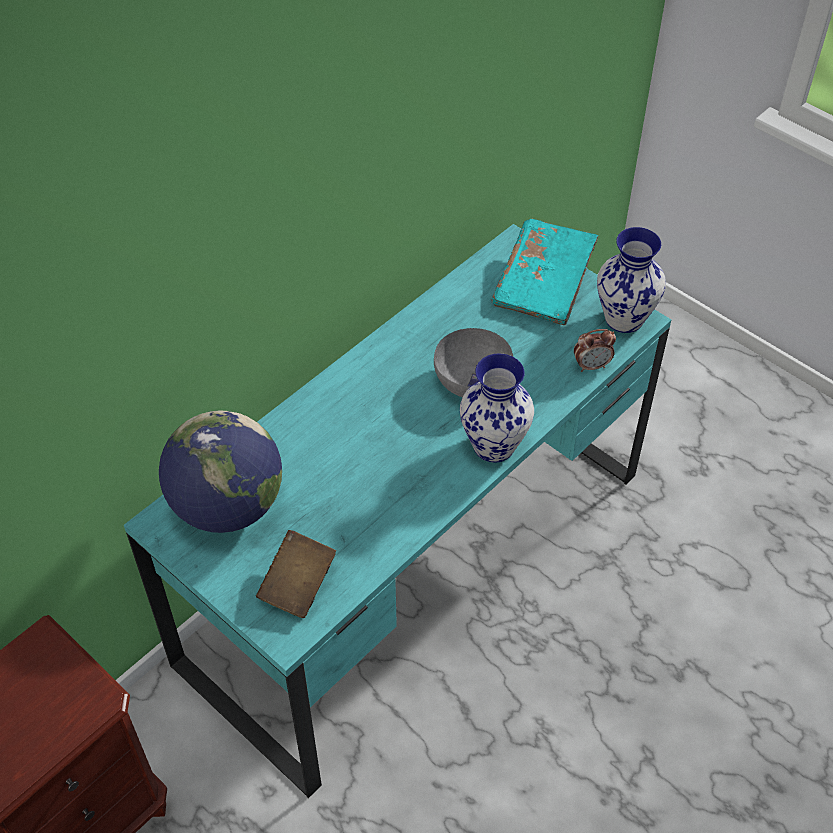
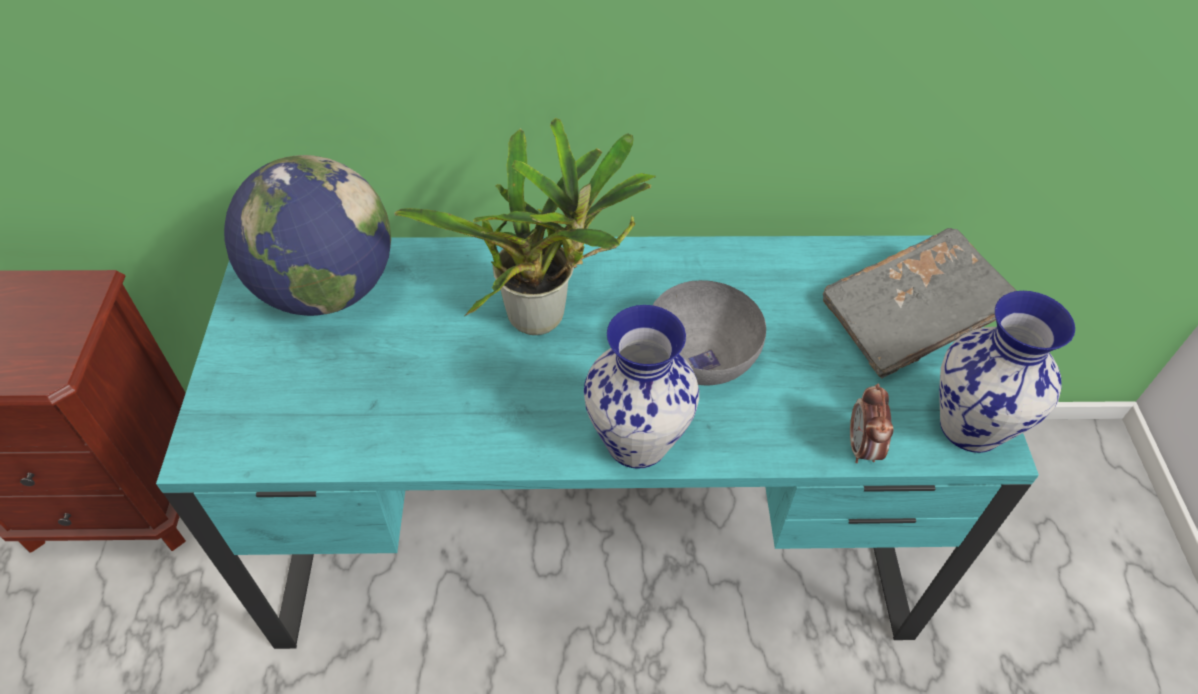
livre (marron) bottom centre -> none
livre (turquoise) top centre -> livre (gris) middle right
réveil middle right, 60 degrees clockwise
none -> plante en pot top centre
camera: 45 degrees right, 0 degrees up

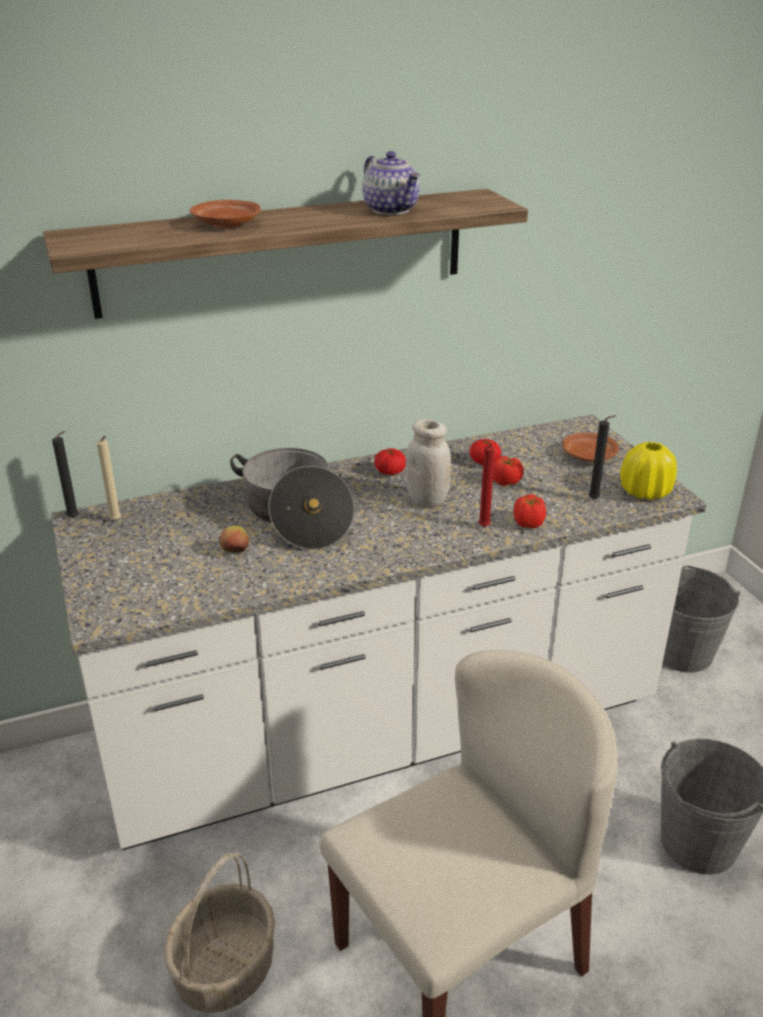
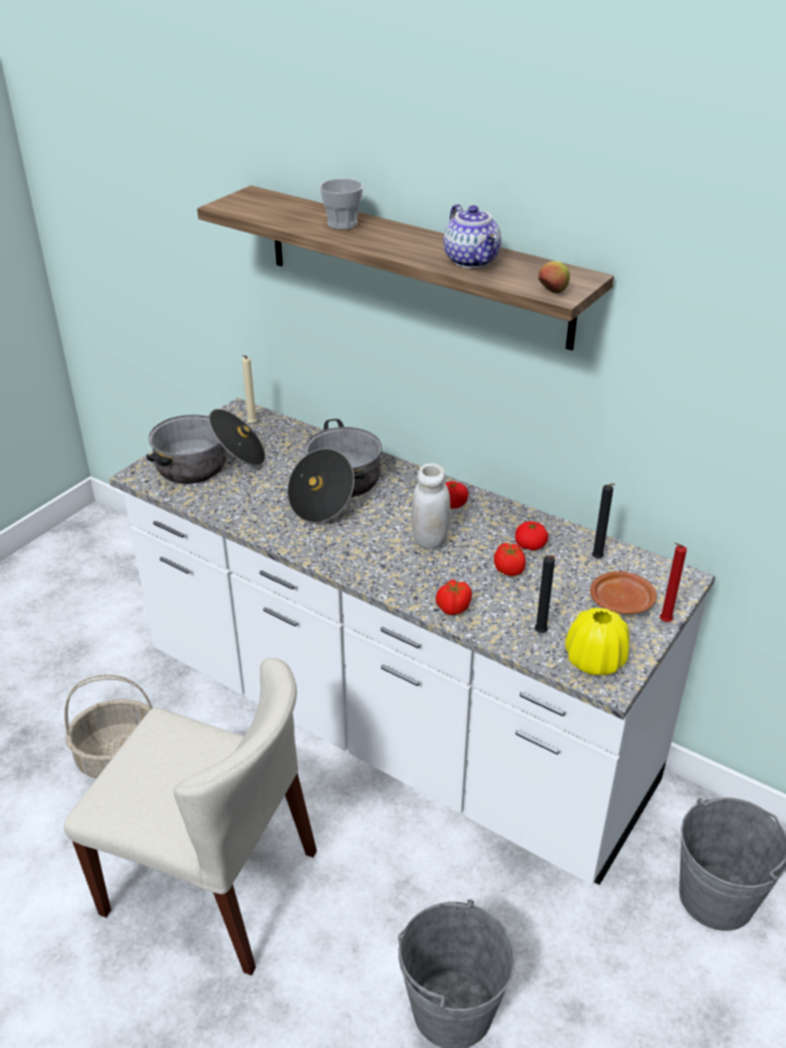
bougie (noir) (1st from left in the first image) middle left -> bougie (noir) (2nd from left) middle right, moved
assiette (marron) (1st from left) top left -> tasse top centre
pomme middle left -> pomme top right, moved
théière top centre, 45 degrees counterclockwise
bougie (rouge) centre -> bougie (rouge) middle right, moved
none -> marmite (1st from left) middle left
camera: 55 degrees right, 5 degrees up

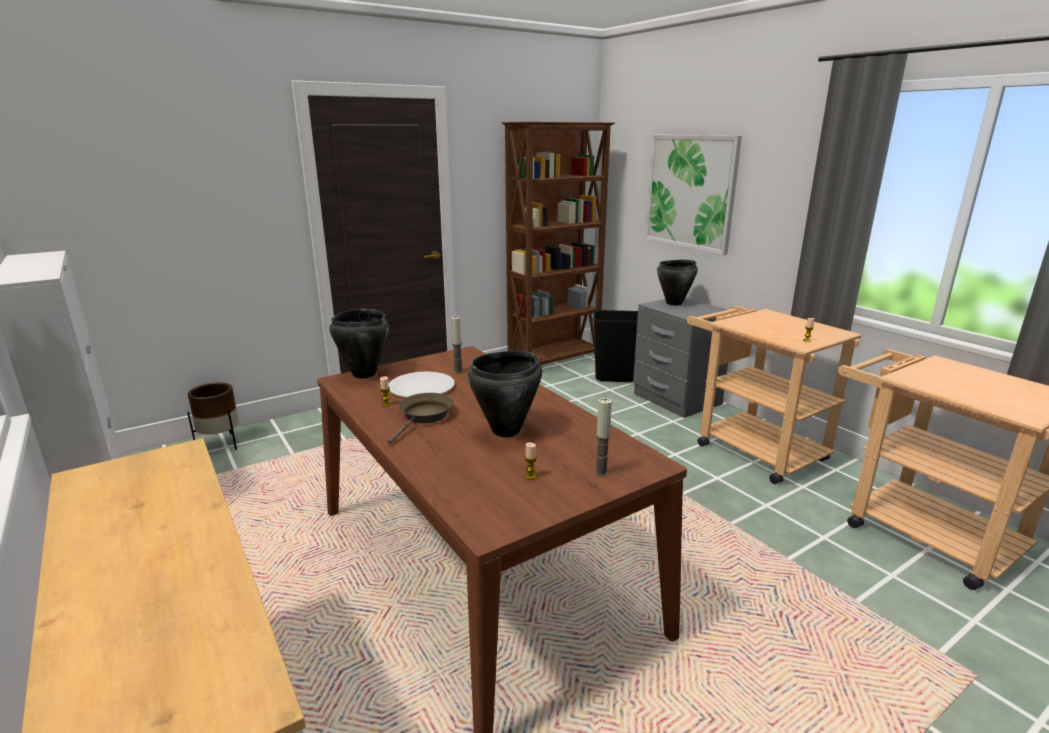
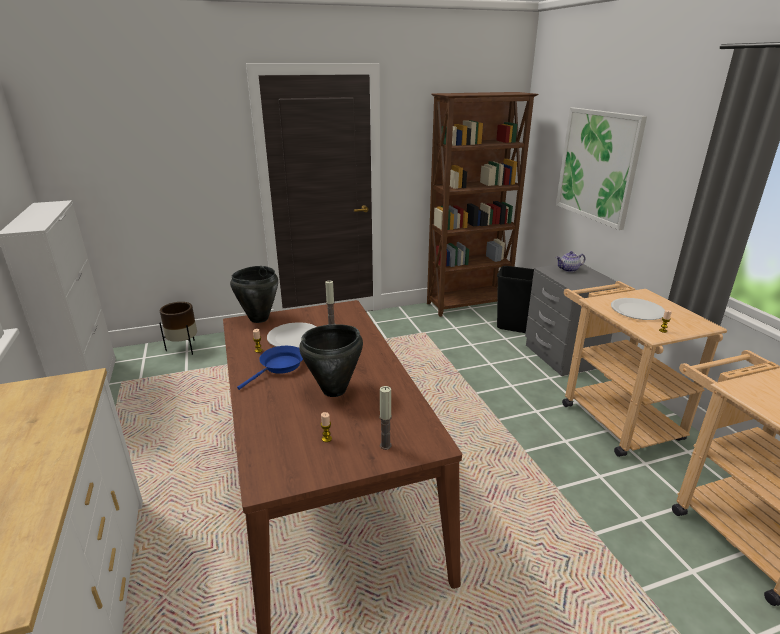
poêle (marron) centre -> poêle (bleu) centre
marmite (noir) (3rd from left) centre -> théière middle right
none -> assiette (blanc) (2nd from left) middle right
camera: 15 degrees right, 5 degrees up

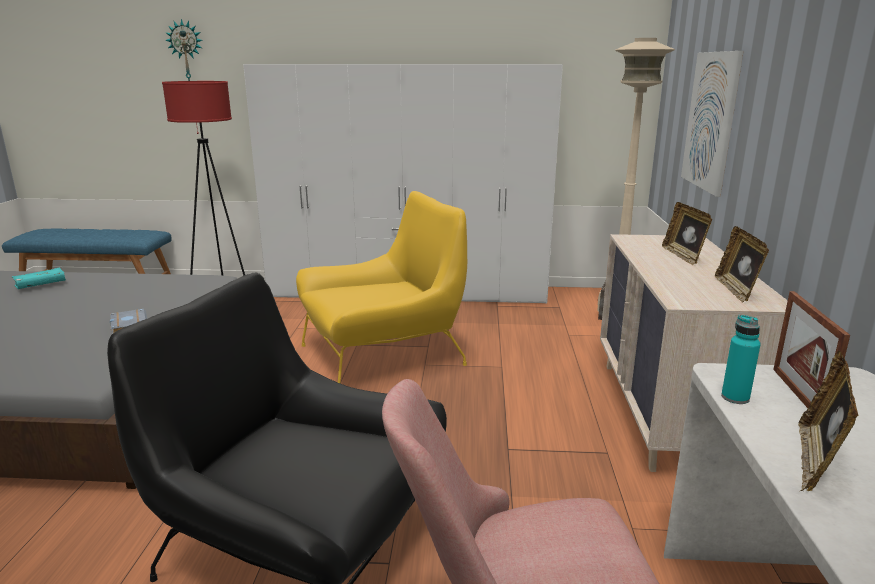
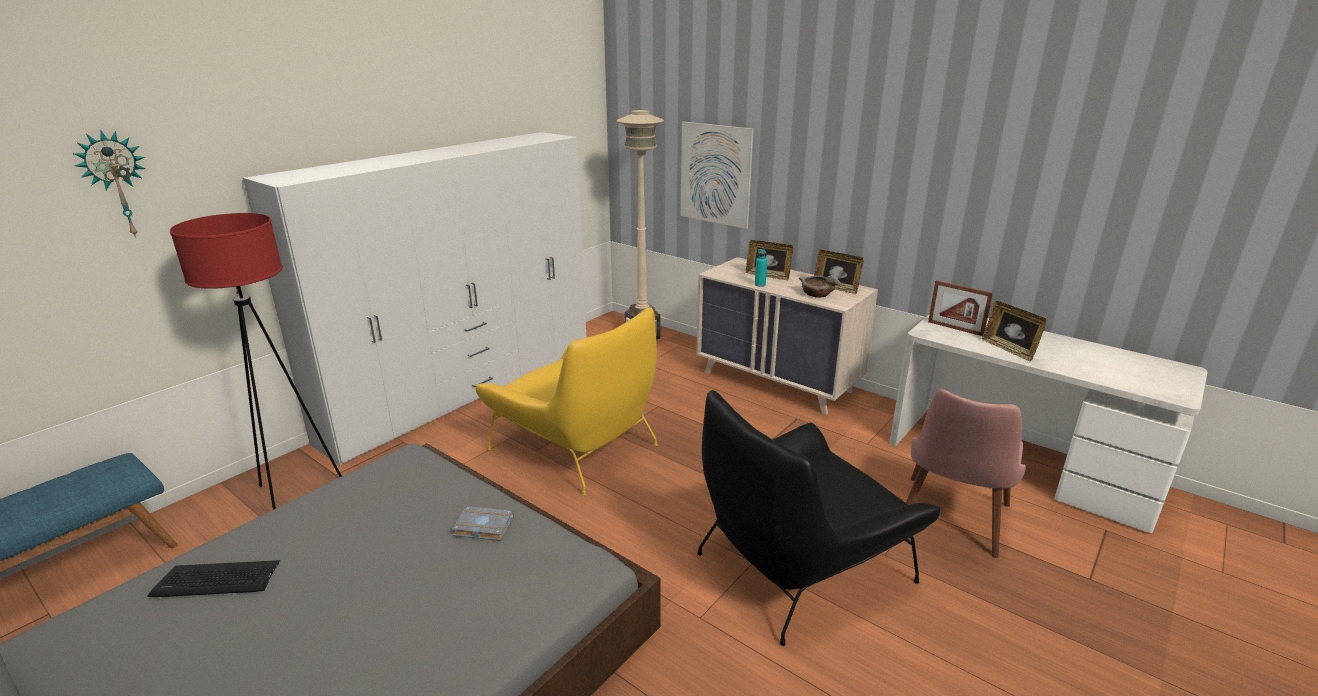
livre (turquoise) middle left -> clavier bottom left
fauteuil (jaune) centre, 120 degrees clockwise
bouteille (turquoise) middle right -> bouteille (turquoise) centre, moved
none -> bol (gris) centre
camera: 55 degrees left, 5 degrees up

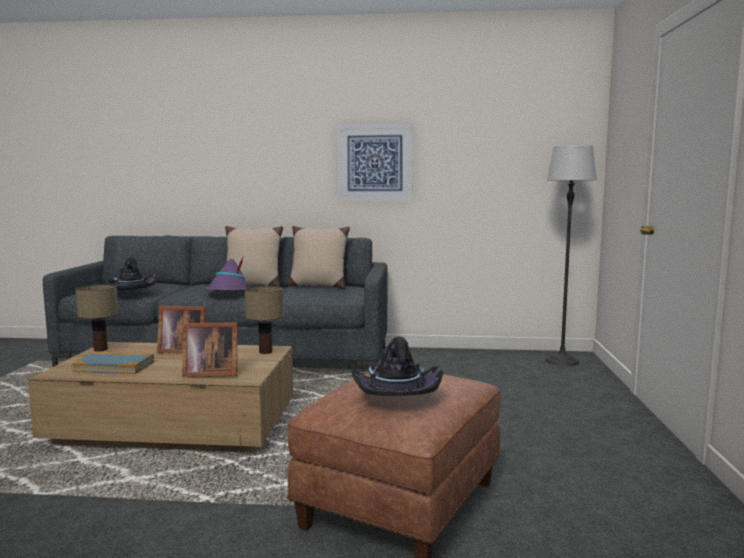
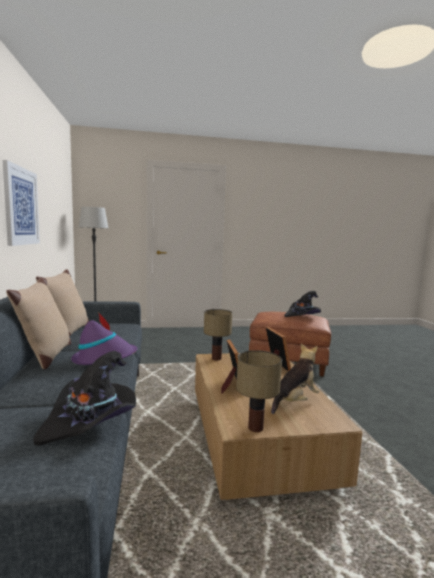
livre middle left -> peluche middle right
camera: 105 degrees left, 0 degrees up

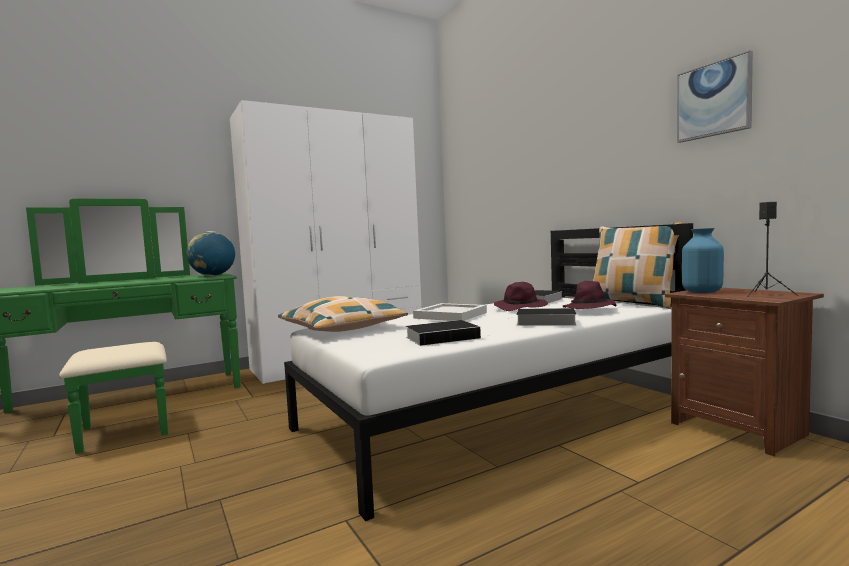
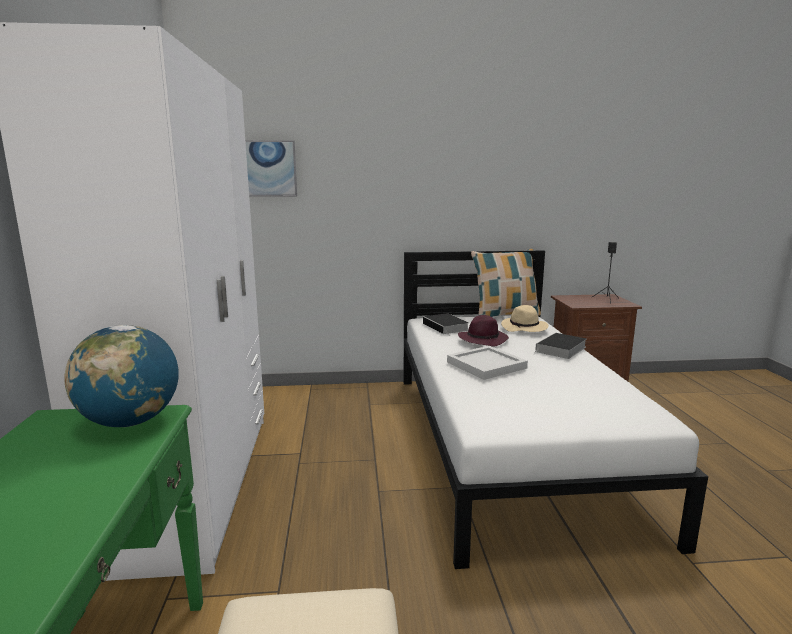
coussin (1st from left) centre -> none
livre (1st from left) centre -> none
chapeau (violet) (2nd from left) middle right -> chapeau (beige) centre
tableau top right -> tableau top centre, moved
vase (bleu) middle right -> none
camera: 65 degrees left, 10 degrees up

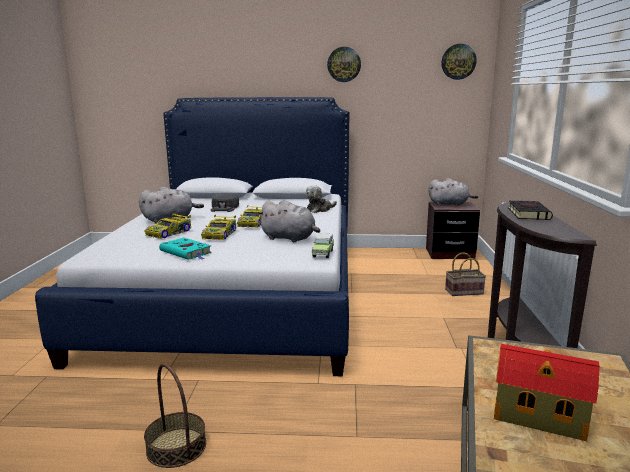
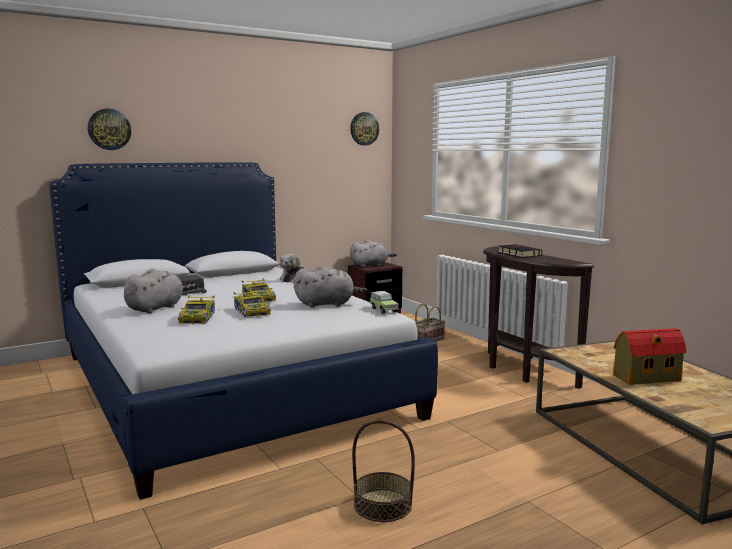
livre (turquoise) middle left -> none
horloge murale (1st from left) top centre -> horloge murale (1st from left) top left, moved
camera: 35 degrees left, 5 degrees down

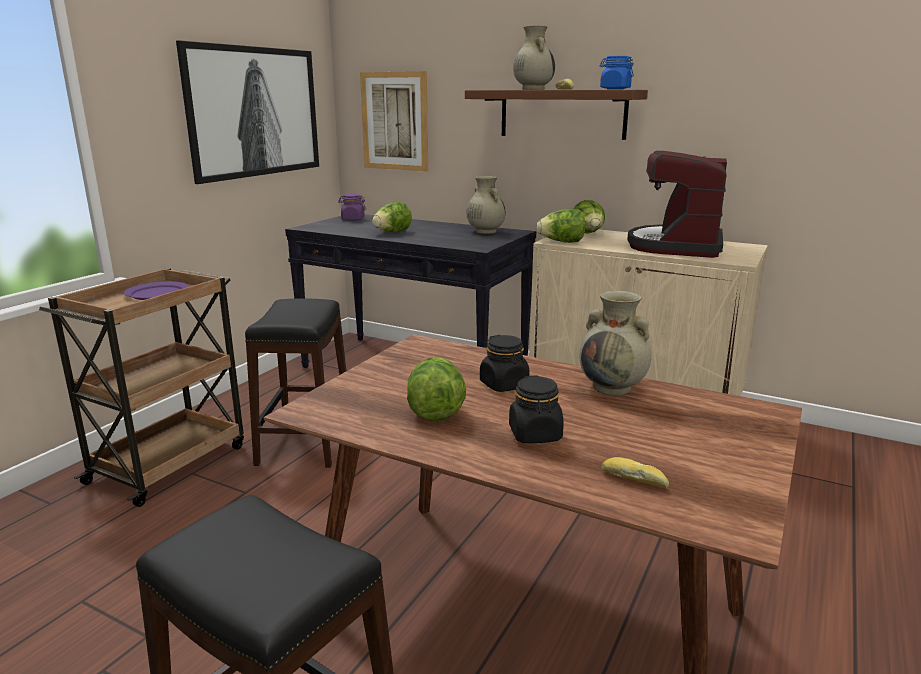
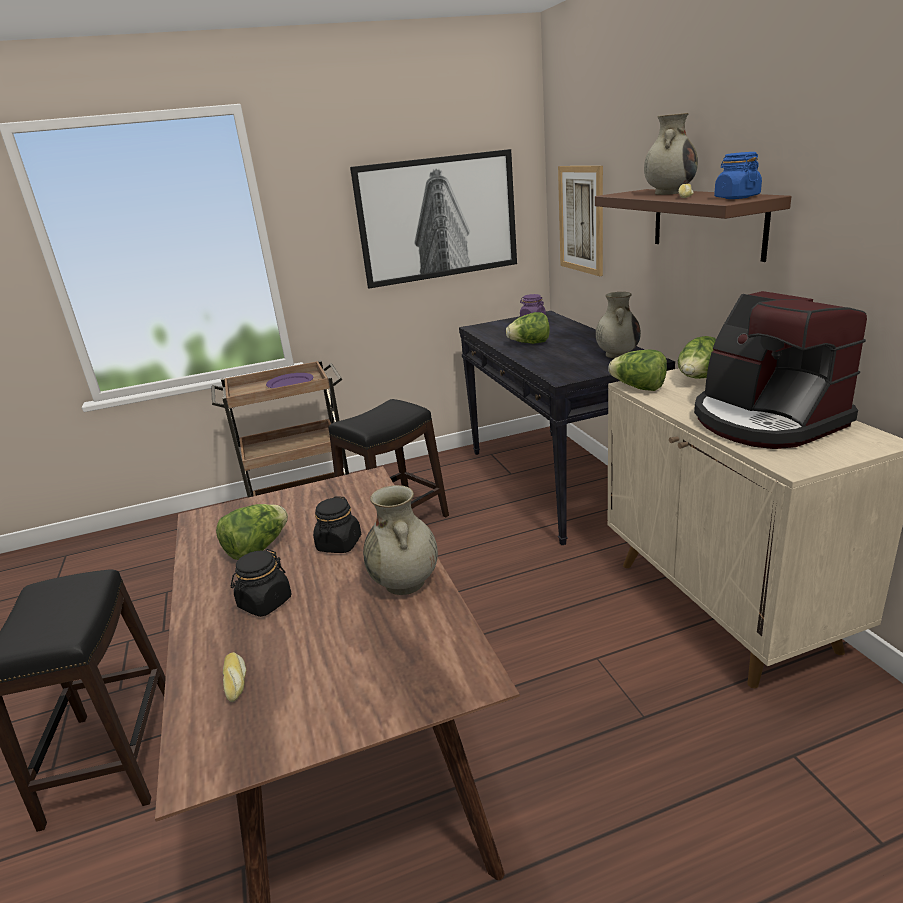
machine à café top right -> machine à café middle right, 90 degrees counterclockwise
camera: 45 degrees right, 5 degrees up

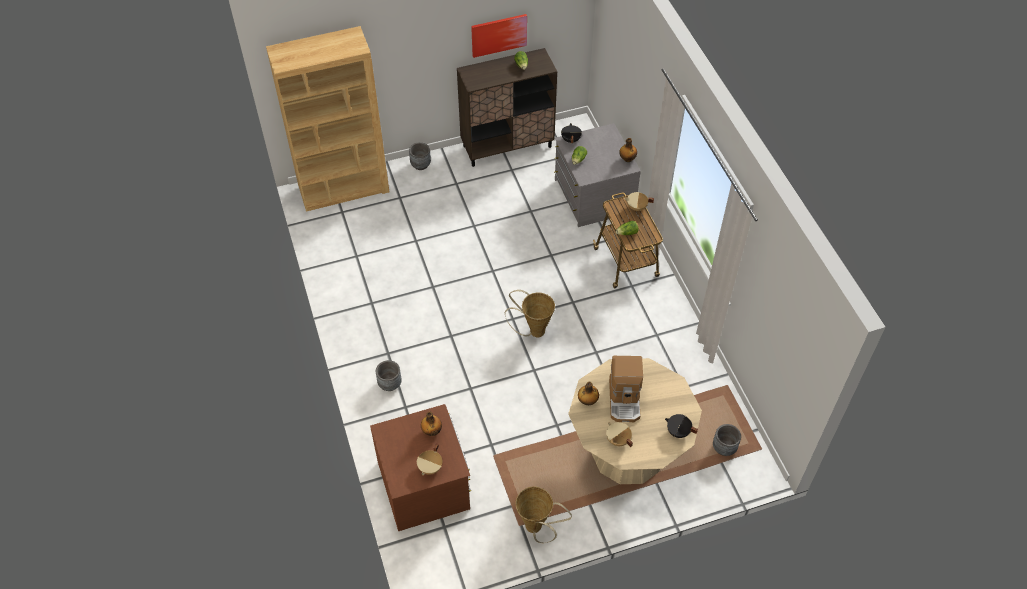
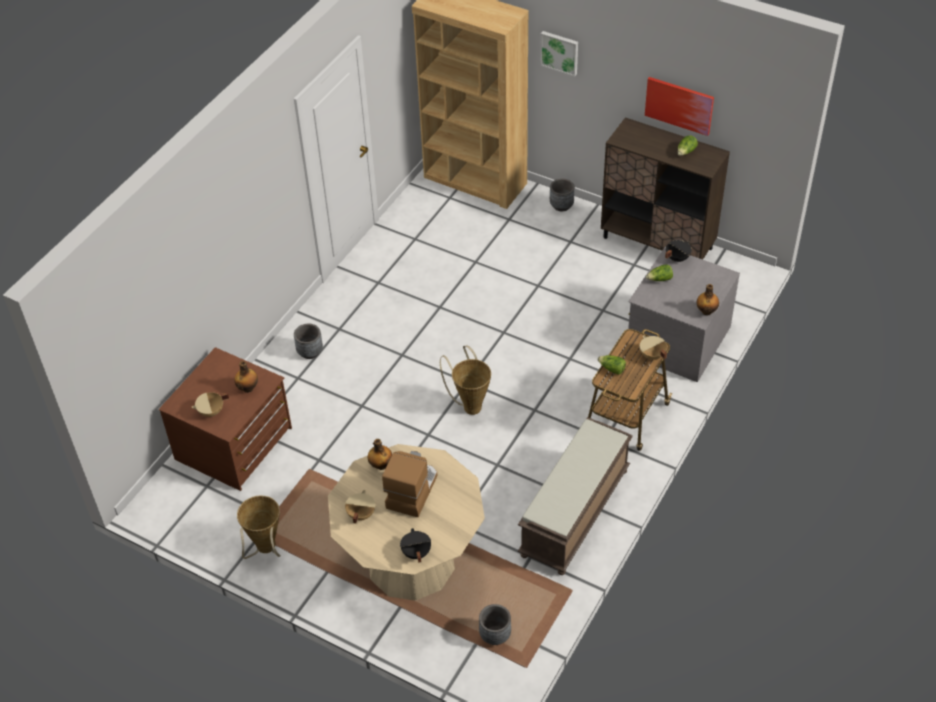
machine à café centre -> machine à café bottom centre, 150 degrees clockwise
none -> banc (marron) bottom centre
none -> tableau (1st from left) top centre
camera: 50 degrees right, 5 degrees down

